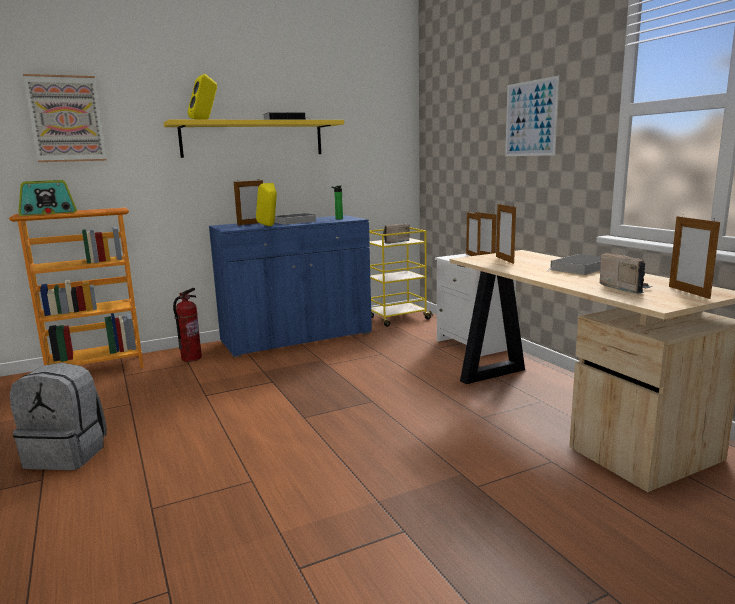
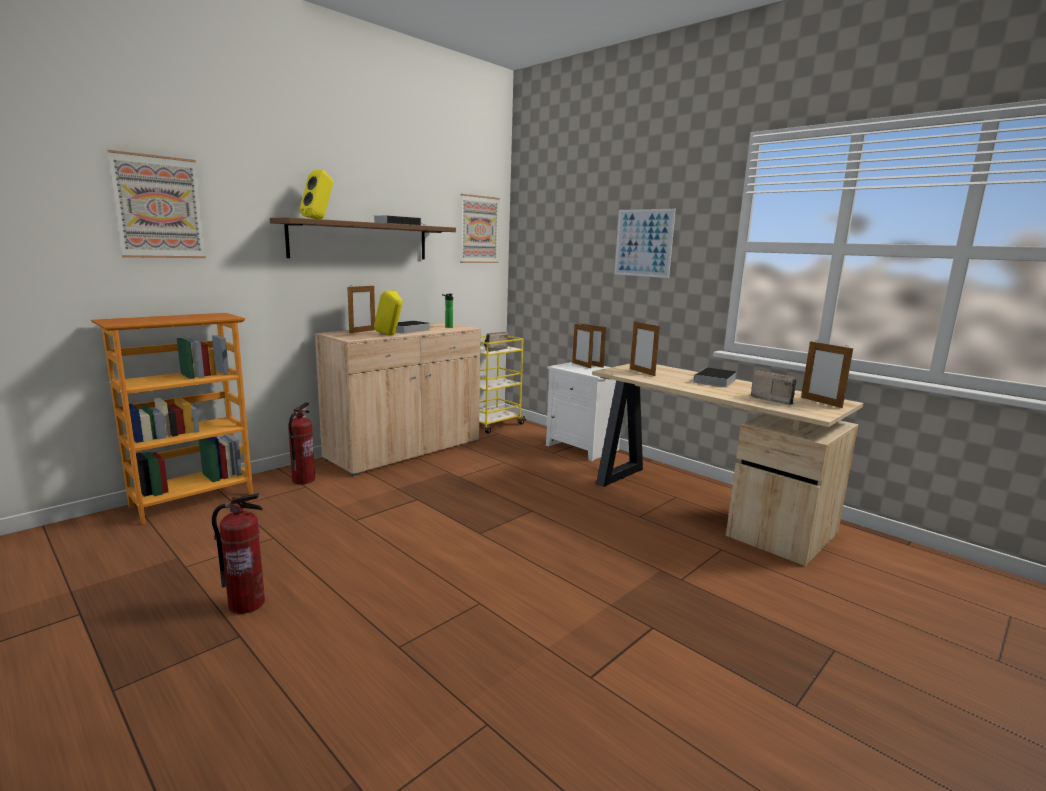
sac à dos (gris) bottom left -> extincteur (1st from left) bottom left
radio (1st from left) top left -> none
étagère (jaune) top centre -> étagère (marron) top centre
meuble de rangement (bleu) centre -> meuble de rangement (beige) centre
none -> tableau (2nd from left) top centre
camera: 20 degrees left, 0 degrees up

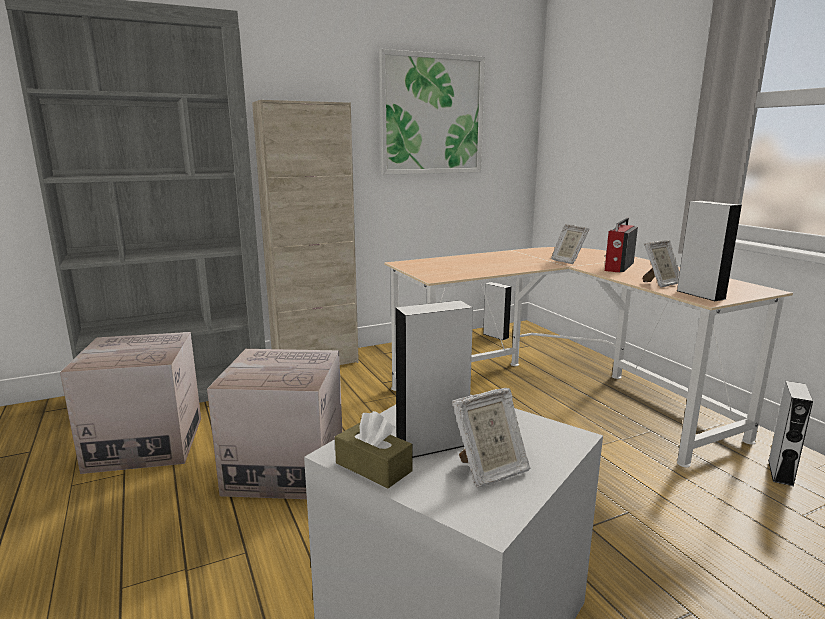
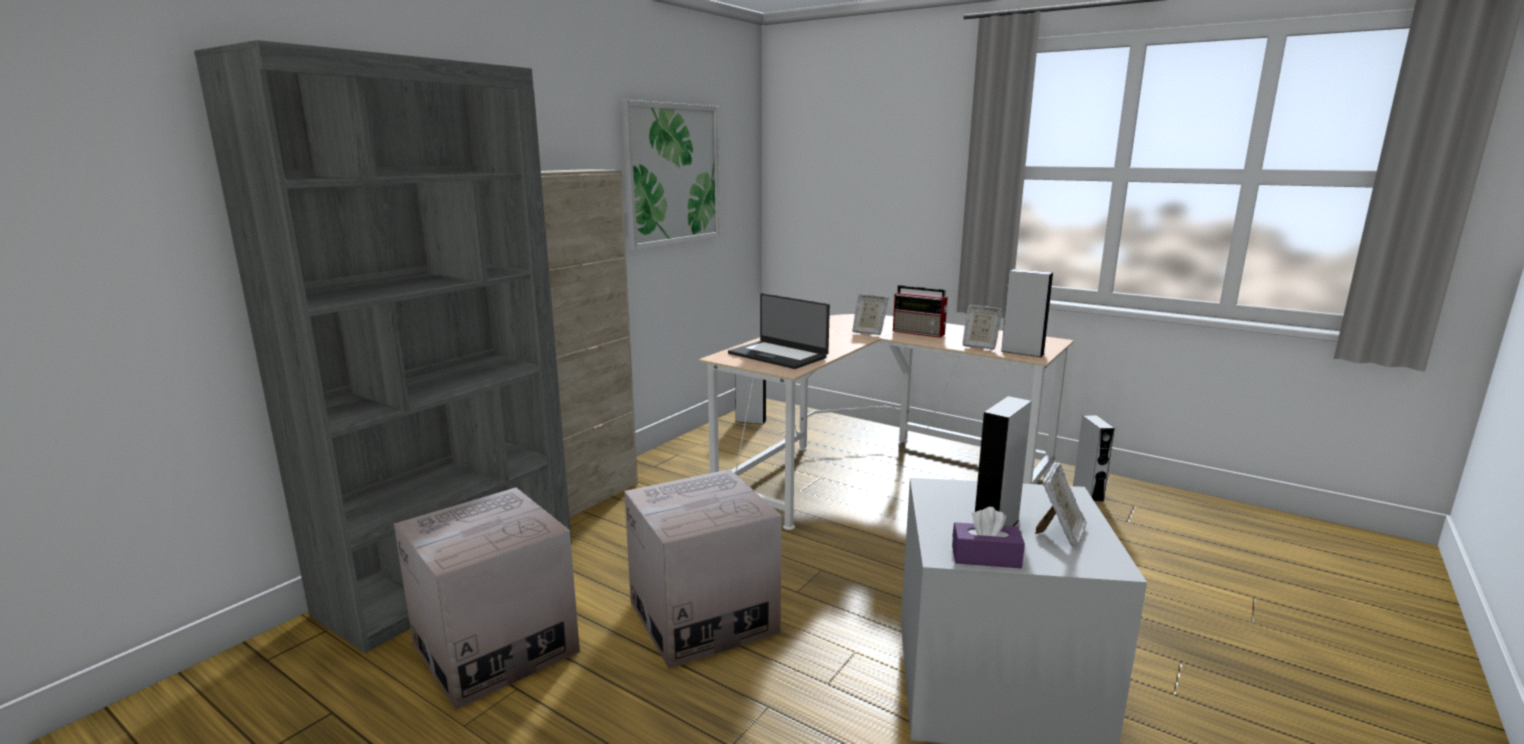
boîte à mouchoirs (marron) bottom centre -> boîte à mouchoirs (violet) bottom centre
radio middle right -> radio centre, 60 degrees counterclockwise
cadre photo (3rd from left in the first image) middle right -> cadre photo (2nd from left) centre, 90 degrees clockwise
none -> ordinateur portable centre
camera: 30 degrees left, 0 degrees up

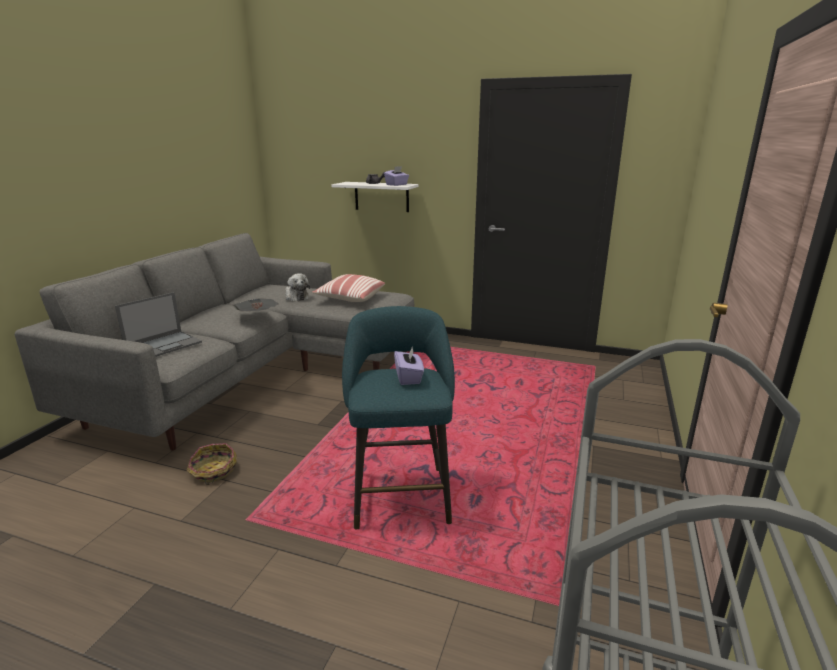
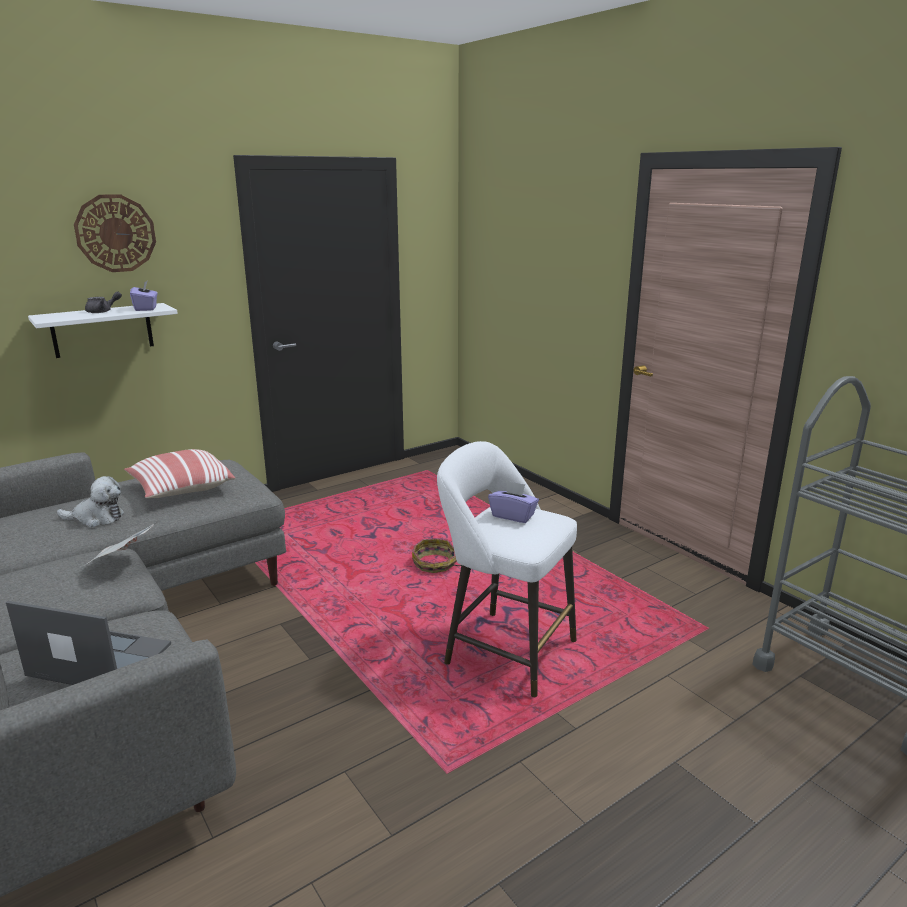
ordinateur portable middle left -> ordinateur portable bottom left, 60 degrees counterclockwise
panier bottom left -> panier centre, moved
tabouret (turquoise) centre -> tabouret (blanc) centre
none -> horloge murale top left
camera: 55 degrees left, 0 degrees up

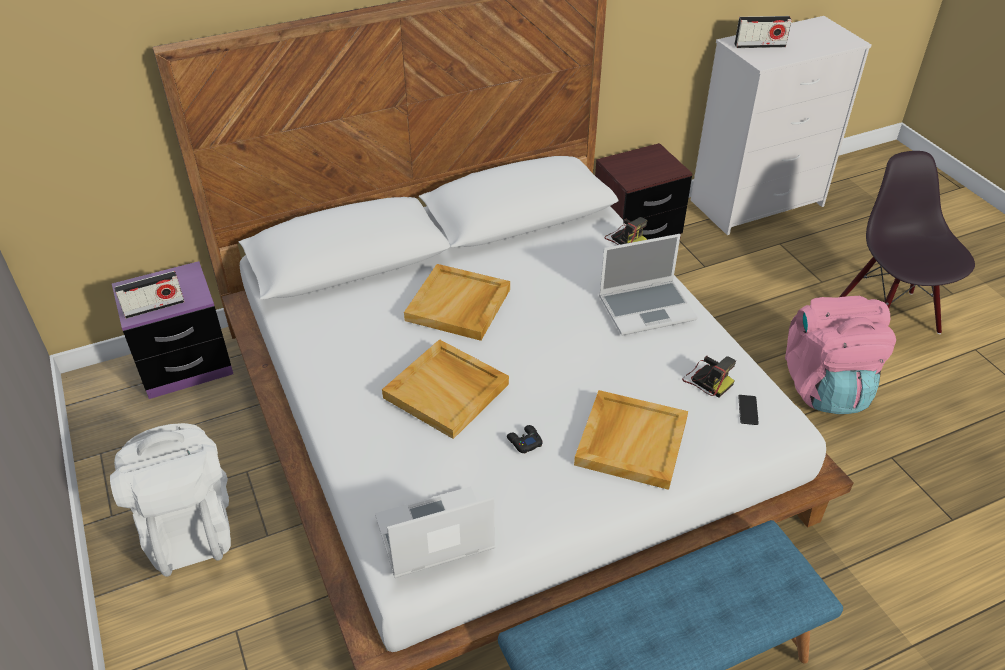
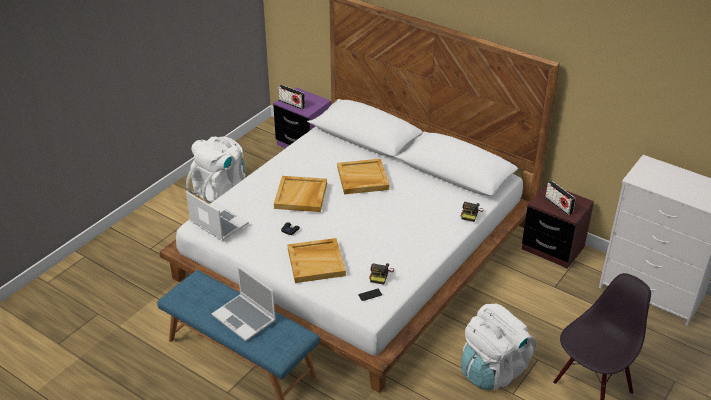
ordinateur portable (2nd from left) centre -> ordinateur portable (2nd from left) bottom centre, moved
radio (2nd from left) top right -> radio (2nd from left) middle right, moved
sac à dos (rose) middle right -> sac à dos (blanc) (2nd from left) bottom right
camera: 60 degrees right, 5 degrees down

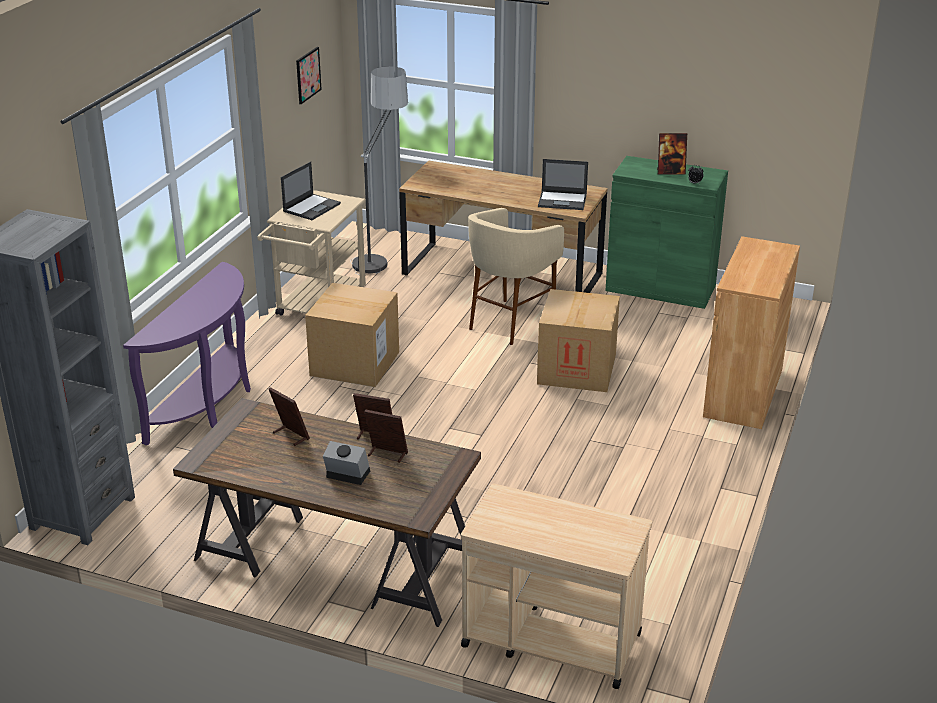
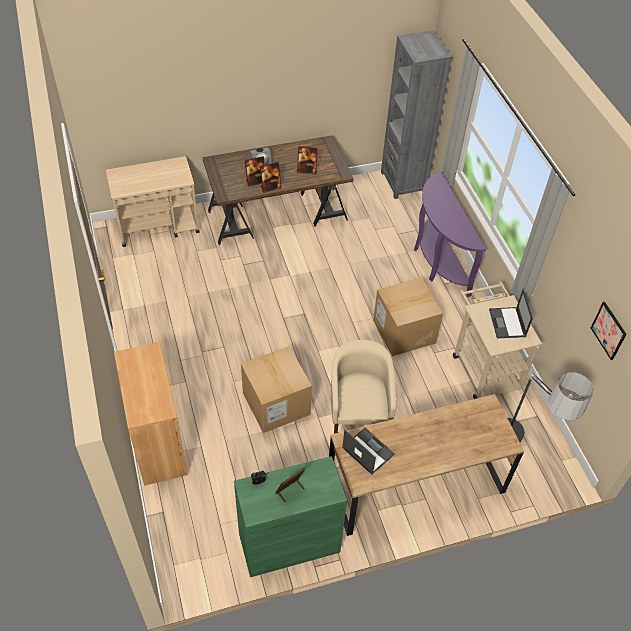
ordinateur portable (2nd from left in the first image) top centre -> ordinateur portable (1st from left) bottom centre, 75 degrees clockwise
camera: 140 degrees right, 20 degrees up

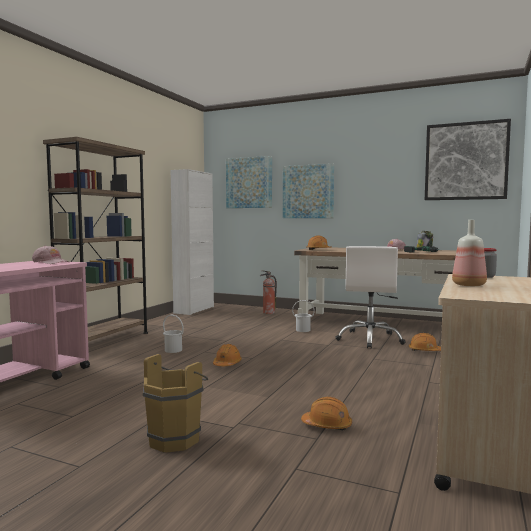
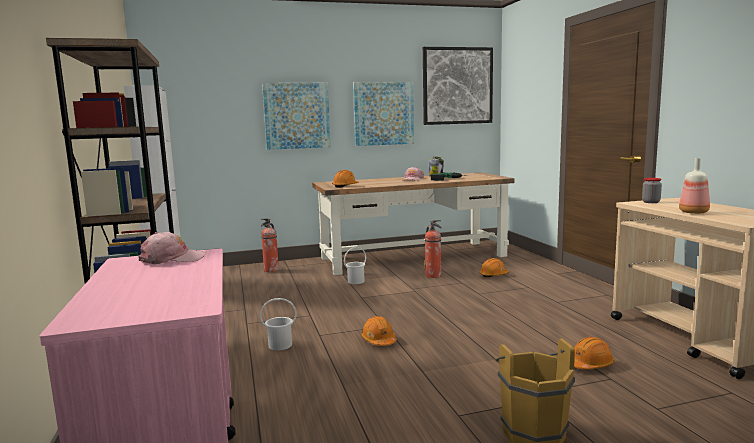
tableau (1st from left in the first image) centre -> tableau (2nd from left) top centre, moved
chaise de bureau (blanc) middle right -> extincteur (2nd from left) centre
camera: 40 degrees left, 5 degrees up

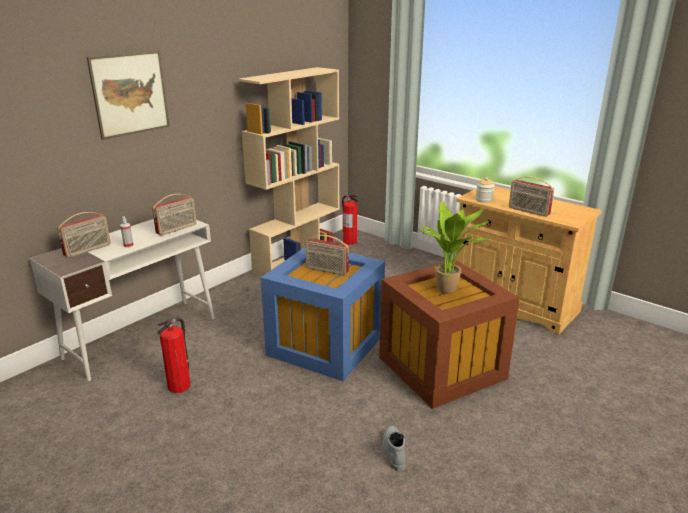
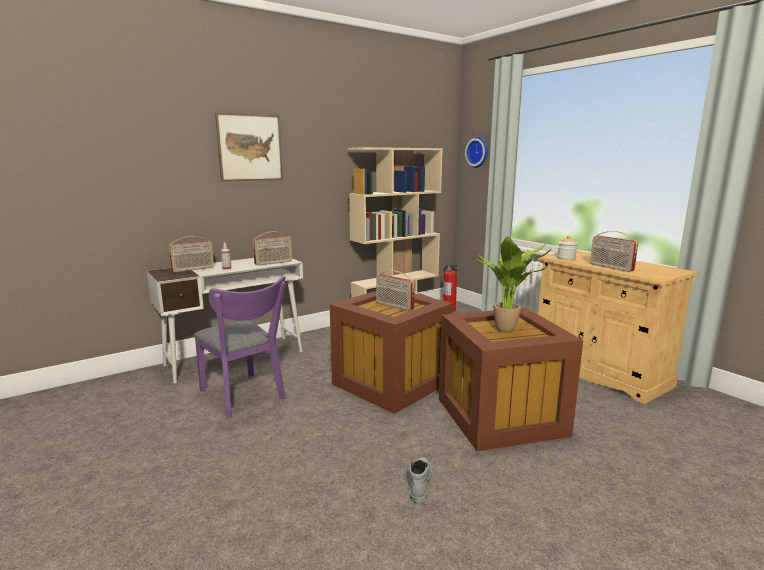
extincteur (1st from left) bottom left -> chaise (violet) middle left
boîte de rangement (bleu) centre -> boîte de rangement (marron) (1st from left) centre
none -> horloge murale top centre
camera: 15 degrees right, 10 degrees down

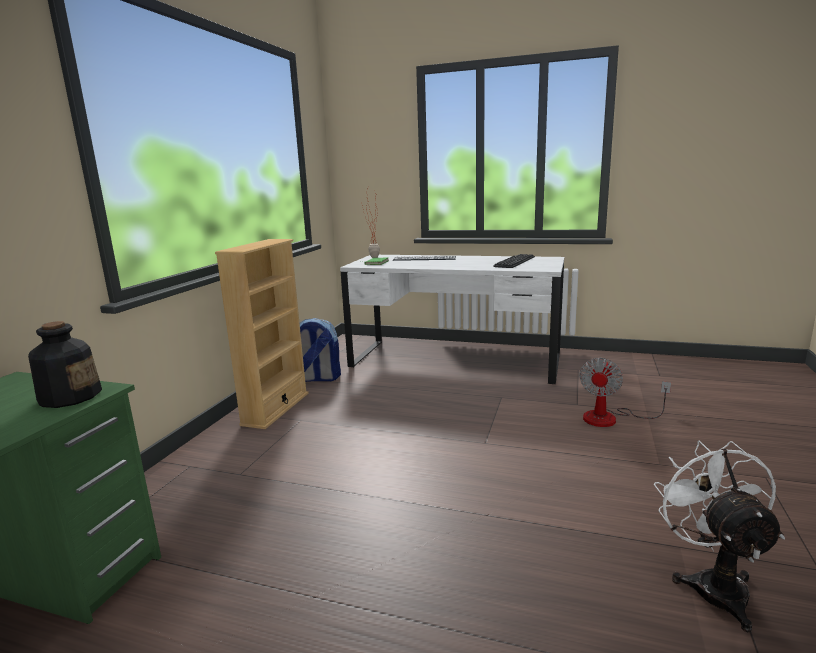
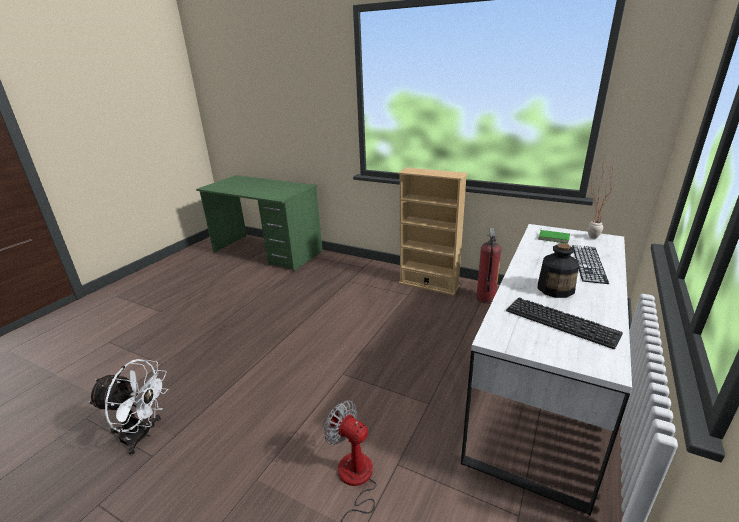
bouteille middle left -> bouteille middle right, moved
sac à dos centre -> extincteur centre
camera: 100 degrees right, 10 degrees up

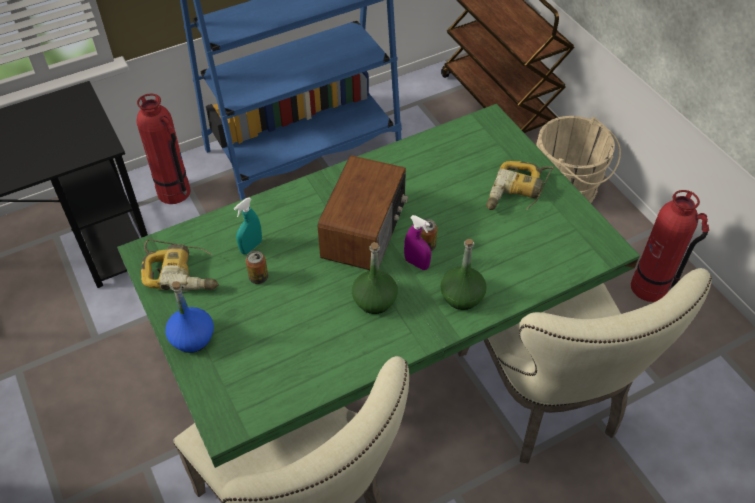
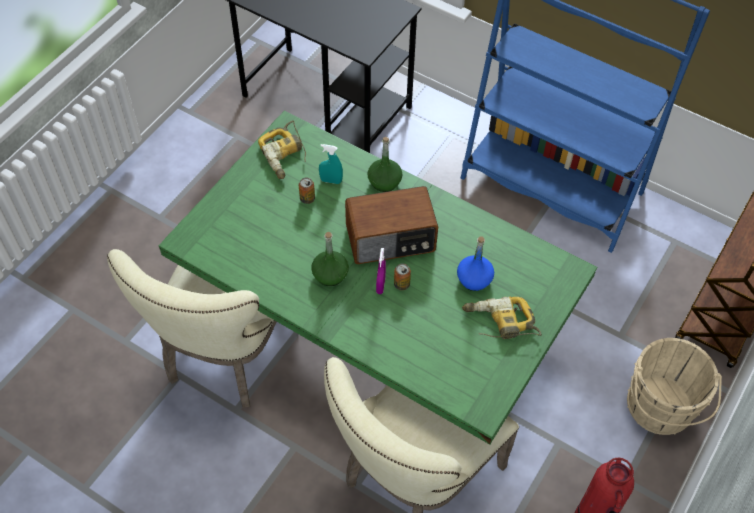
extincteur (1st from left) top left -> none
bouteille (bleu) middle left -> bouteille (bleu) centre, moved
bouteille (vert) (2nd from left) centre -> bouteille (vert) (2nd from left) top centre, moved
camera: 60 degrees right, 5 degrees up

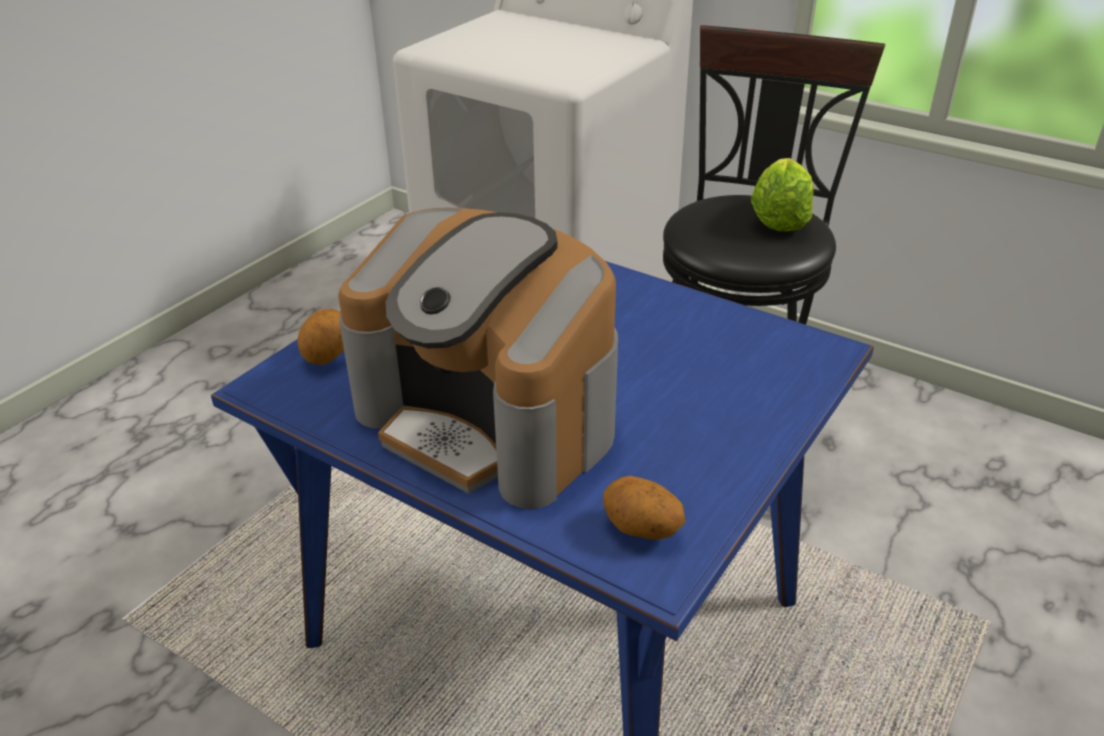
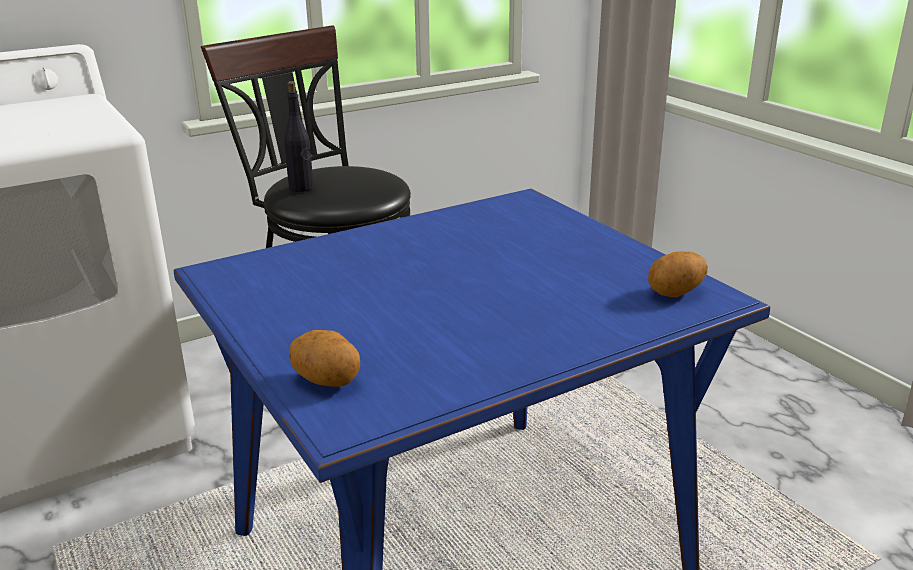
machine à café centre -> none
laitue top right -> none
none -> bouteille (noir) top left
camera: 65 degrees left, 10 degrees down

